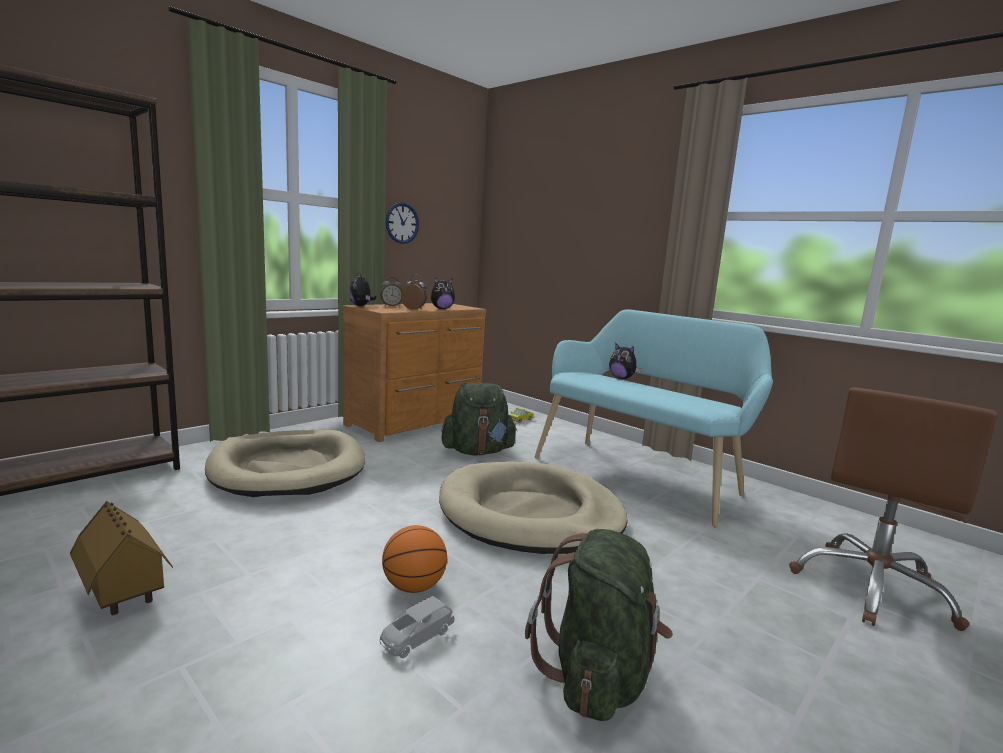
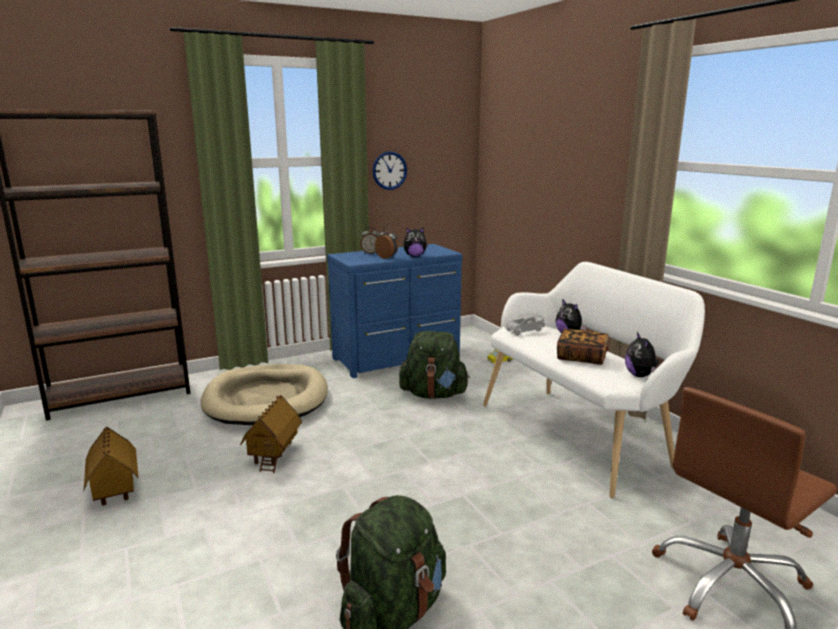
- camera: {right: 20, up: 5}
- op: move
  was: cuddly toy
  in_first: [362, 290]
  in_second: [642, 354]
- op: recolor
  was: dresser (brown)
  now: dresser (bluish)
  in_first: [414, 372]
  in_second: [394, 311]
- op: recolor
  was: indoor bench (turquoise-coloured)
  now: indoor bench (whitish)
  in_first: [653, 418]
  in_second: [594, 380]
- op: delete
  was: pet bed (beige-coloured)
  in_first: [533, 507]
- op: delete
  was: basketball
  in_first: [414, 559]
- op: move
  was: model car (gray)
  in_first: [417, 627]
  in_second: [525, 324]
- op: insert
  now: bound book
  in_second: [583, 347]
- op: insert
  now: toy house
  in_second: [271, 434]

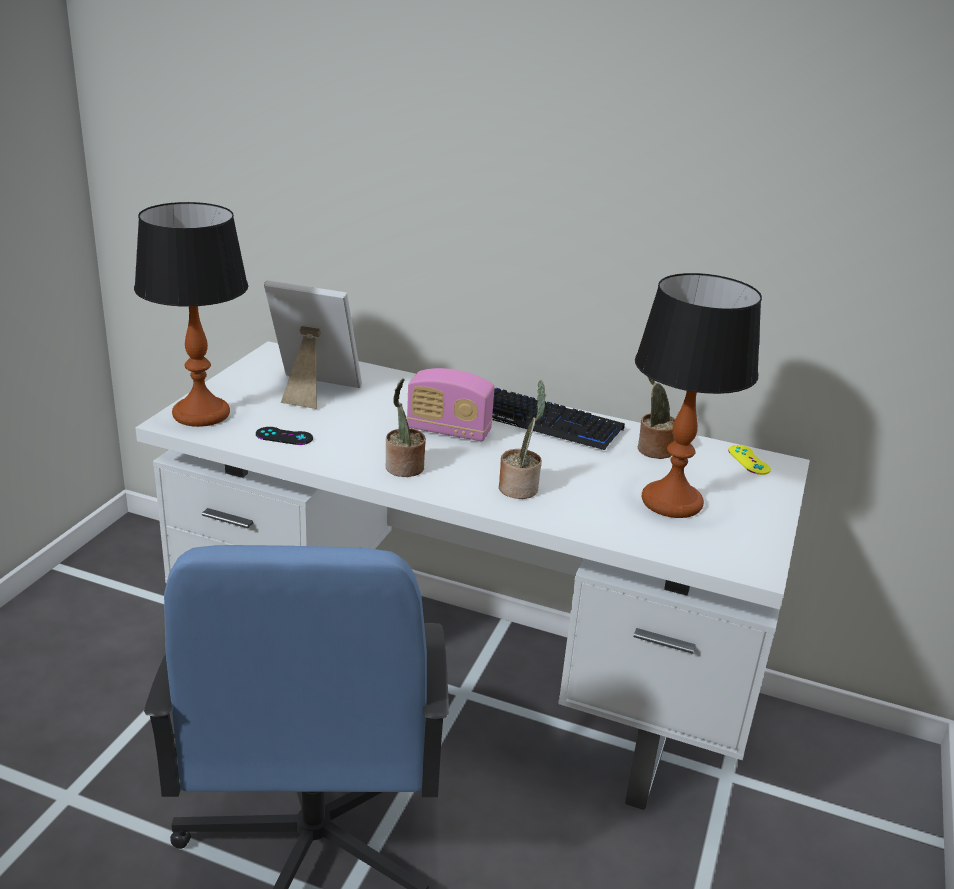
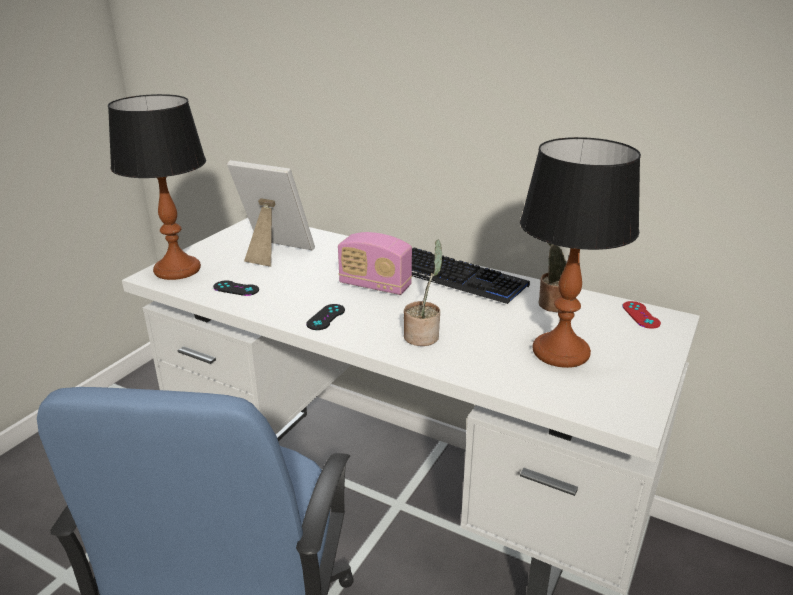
- camera: {right: 10, up: 0}
- op: replace
  was: plant in a pot
  now: gamepad (black-coloured)
  in_first: [406, 427]
  in_second: [325, 317]
- op: recolor
  was: gamepad (yellow)
  now: gamepad (reddish)
  in_first: [749, 460]
  in_second: [642, 315]

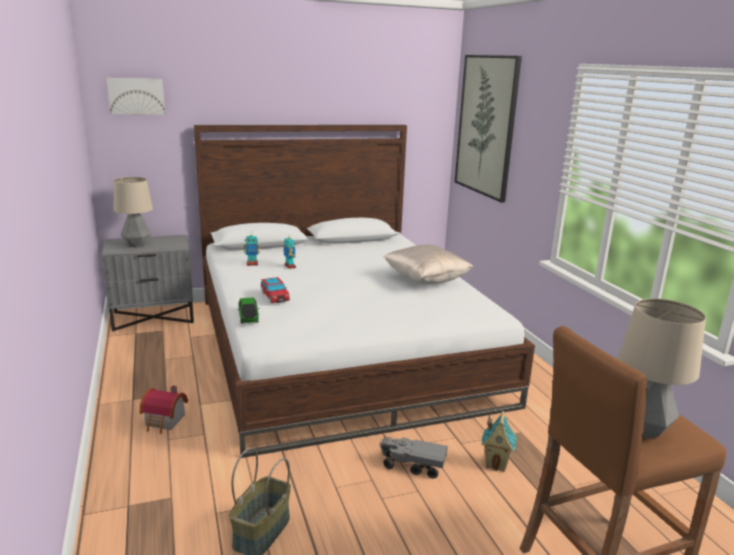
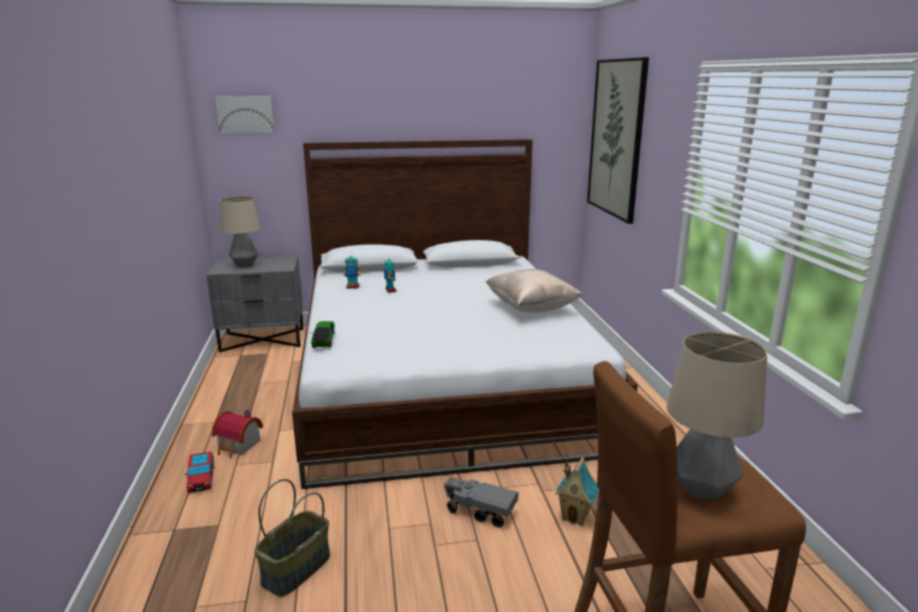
- camera: {right: 10, up: 0}
- op: move
  was: model car
  in_first: [275, 290]
  in_second: [200, 472]

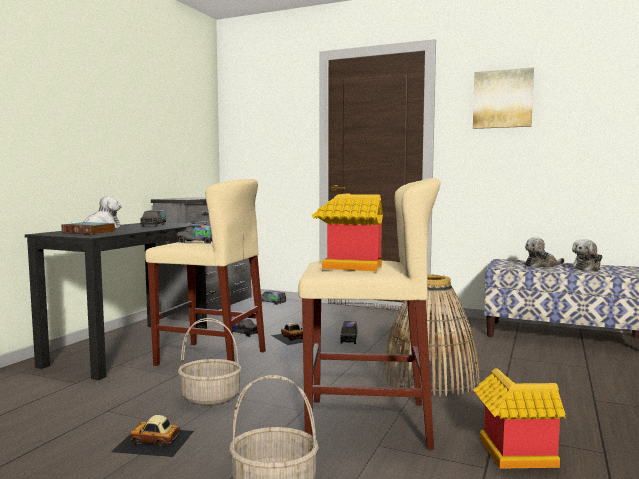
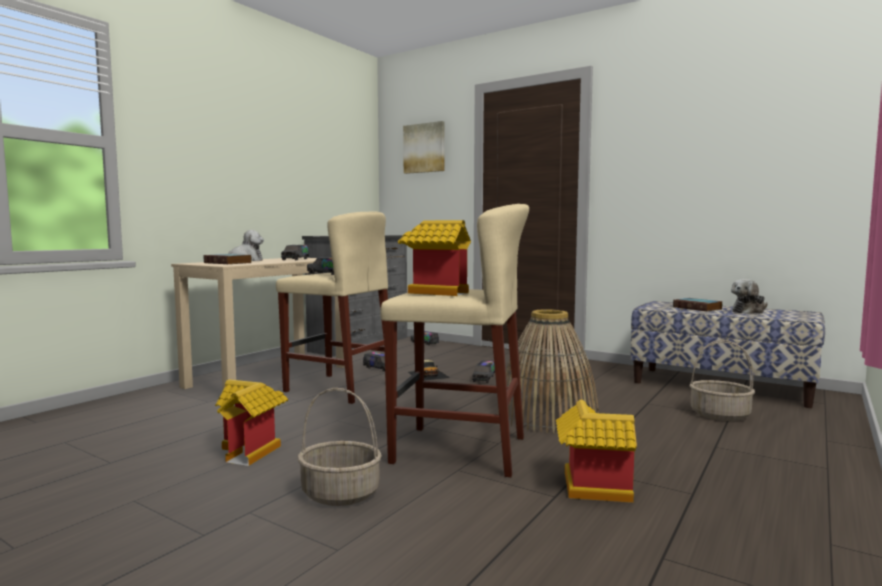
- camera: {right: 10, up: 0}
- op: move
  was: wall picture
  in_first: [503, 98]
  in_second: [424, 147]
- op: recolor
  was: desk table (black-coloured)
  now: desk table (beige-coloured)
  in_first: [116, 301]
  in_second: [258, 324]
- op: replace
  was: cuddly toy
  now: bound book
  in_first: [544, 252]
  in_second: [698, 304]
- op: move
  was: storage basket
  in_first: [210, 362]
  in_second: [722, 380]
- op: replace
  was: model car
  now: toy house
  in_first: [152, 436]
  in_second: [251, 423]

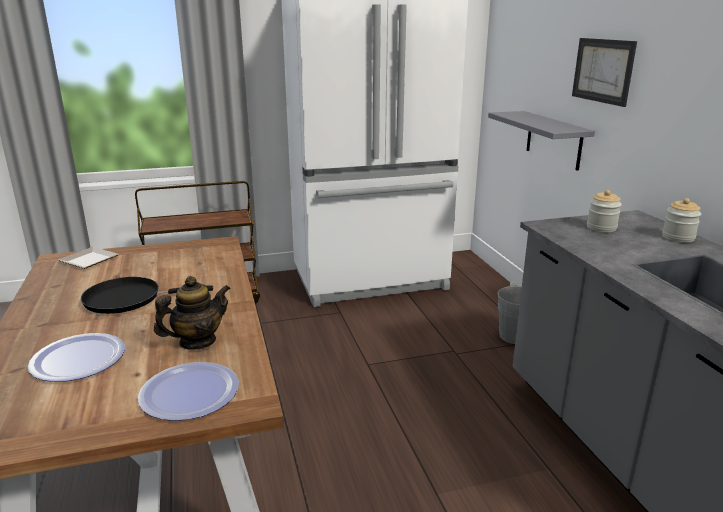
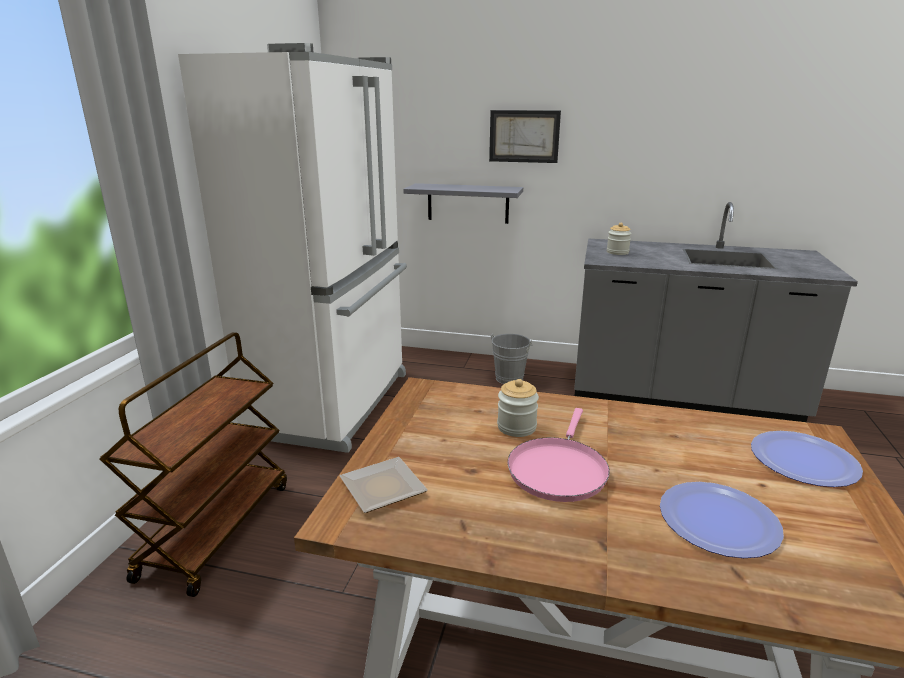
- camera: {right: -60, up: 0}
- op: move
  was: storage jar
  in_first: [681, 220]
  in_second: [518, 408]
- op: delete
  was: tea pot
  in_first: [192, 313]
- op: recolor
  was: frying pan (black-coloured)
  now: frying pan (pink-coloured)
  in_first: [147, 295]
  in_second: [559, 455]

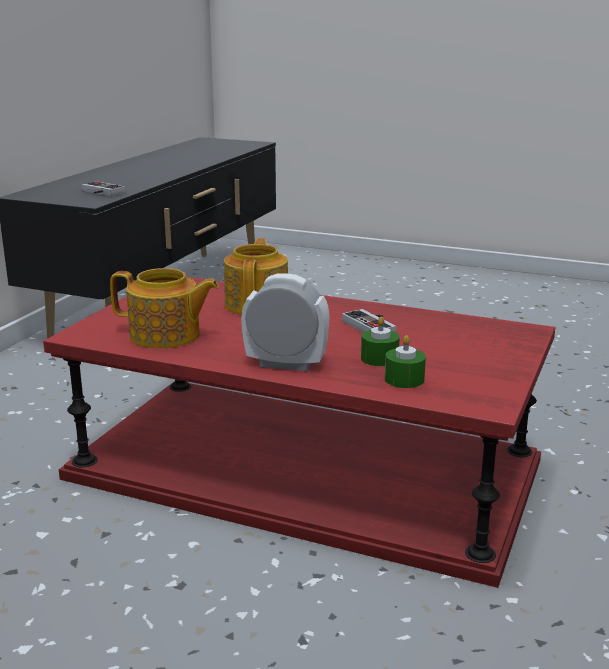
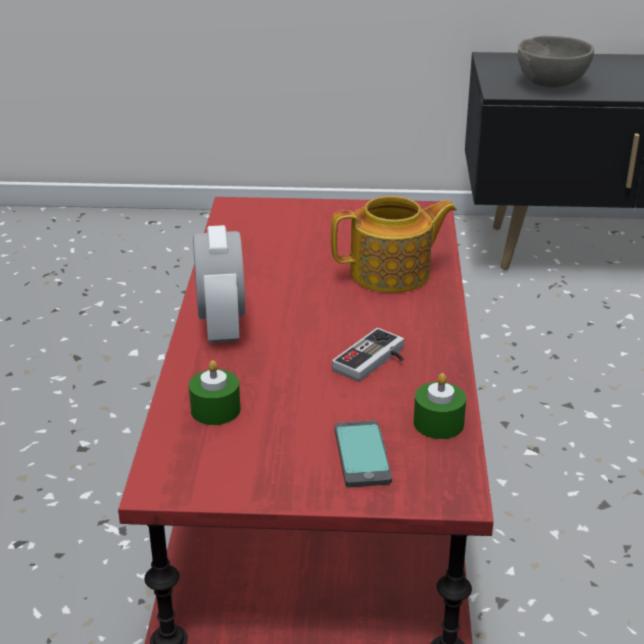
- camera: {right: 70, up: 10}
- op: replace
  was: gamepad
  now: serving bowl (gray)
  in_first: [103, 188]
  in_second: [556, 61]
- op: delete
  was: tea pot
  in_first: [164, 308]
- op: move
  was: wax light (green-coloured)
  in_first: [380, 341]
  in_second: [440, 406]
- op: insert
  now: telephone
  in_second: [363, 453]

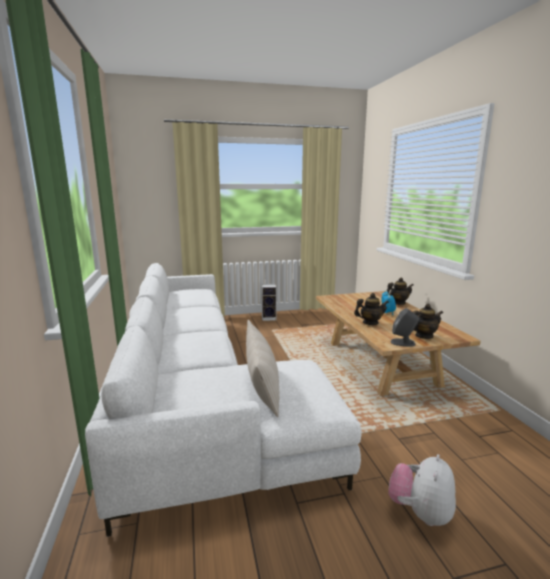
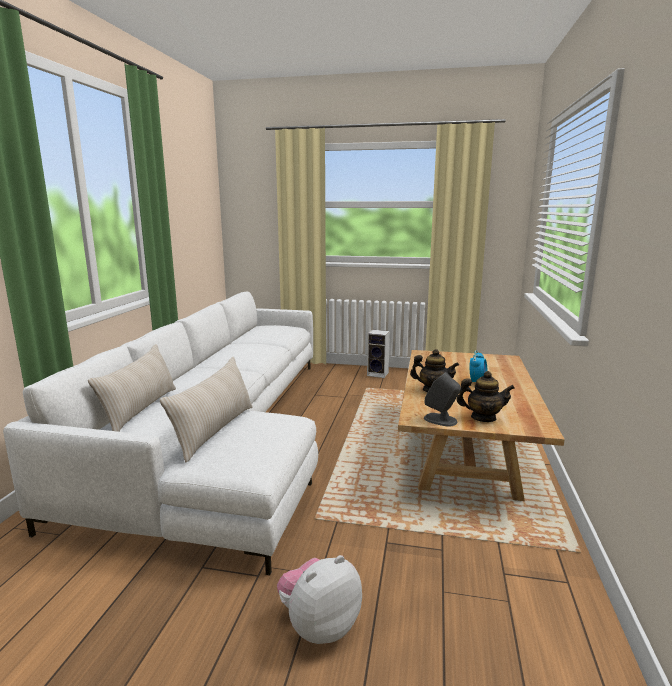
- camera: {right: 25, up: 0}
- op: delete
  was: tea pot
  in_first: [400, 291]
- op: insert
  now: pillow (beige-coloured)
  in_second: [132, 388]

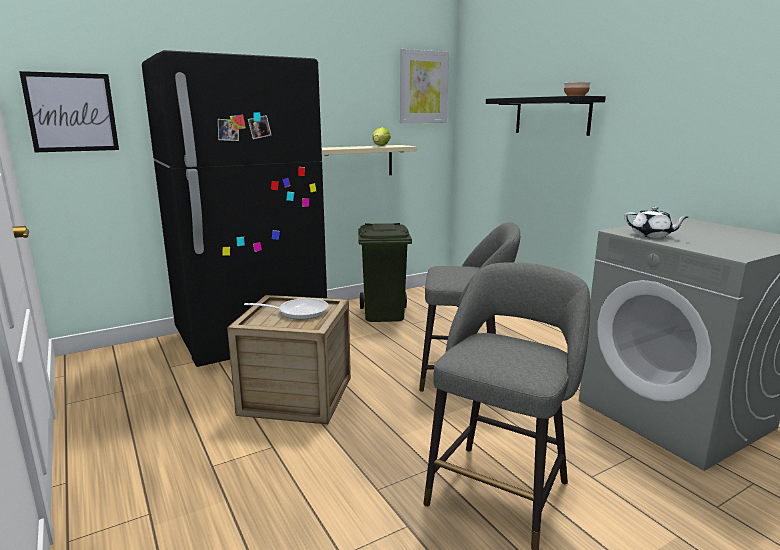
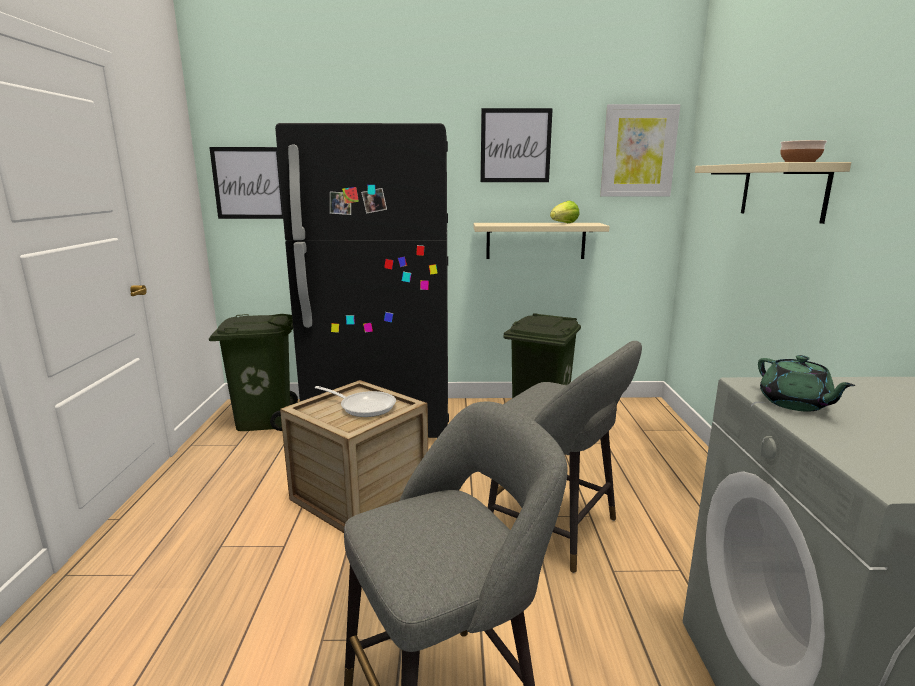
- camera: {right: 30, up: 0}
- op: recolor
  was: wall shelf (black-coloured)
  now: wall shelf (beige-coloured)
  in_first: [546, 116]
  in_second: [773, 193]
- op: recolor
  was: tea pot (whitish)
  now: tea pot (green-coloured)
  in_first: [656, 222]
  in_second: [807, 383]
- op: insert
  now: wall picture
  in_second: [516, 145]
- op: insert
  now: rubbish bin (green-coloured)
  in_second: [253, 372]

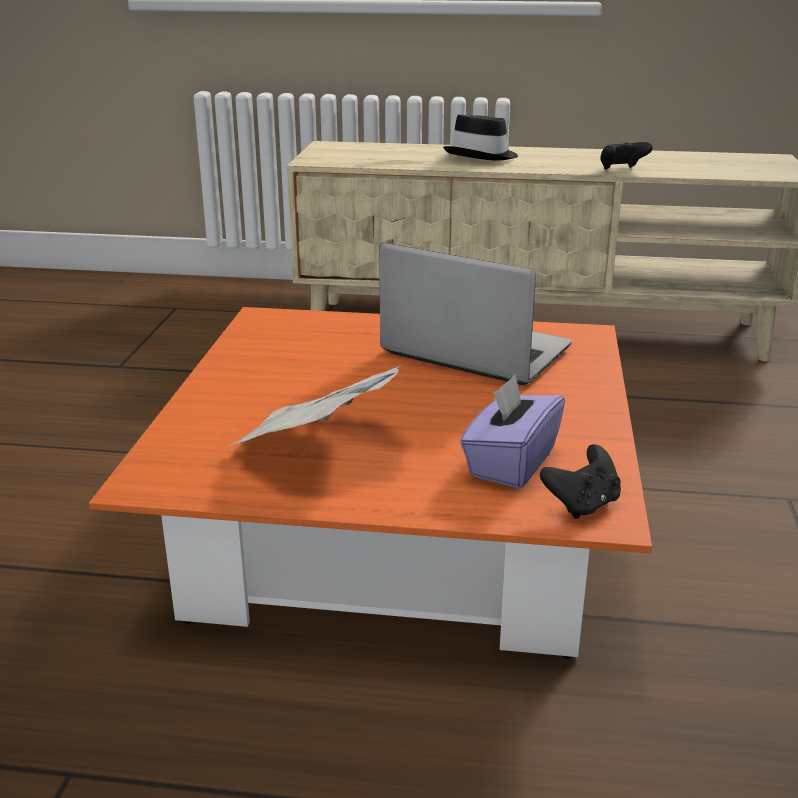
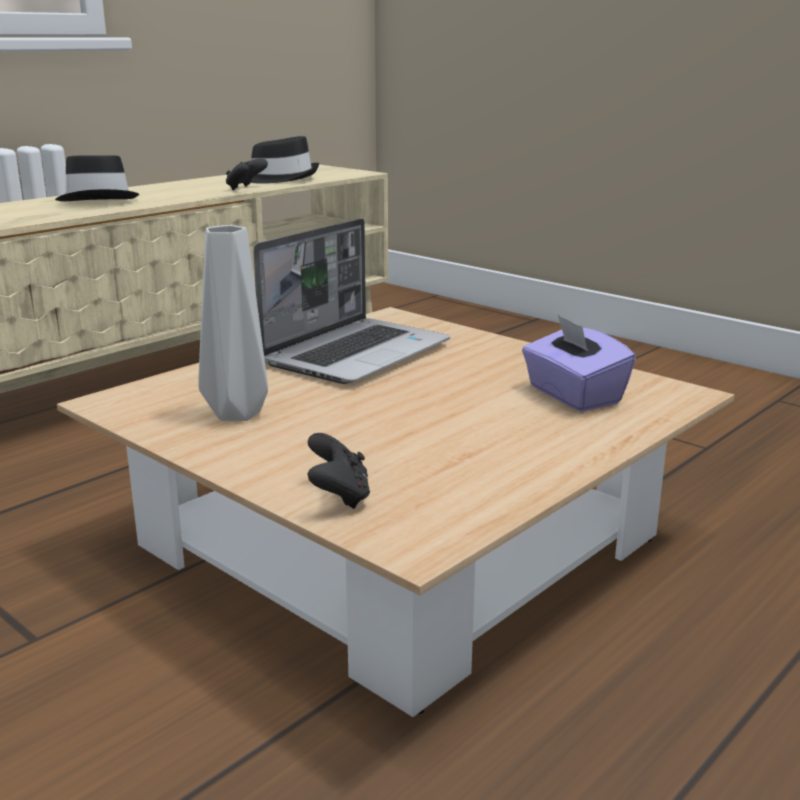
- camera: {right: -55, up: -5}
- op: rotate
  was: laptop
  in_first: [475, 314]
  in_second: [351, 301]
  clockwise: 150
- op: recolor
  was: lounge table (orangey)
  now: lounge table (beige-coloured)
  in_first: [370, 483]
  in_second: [395, 512]
- op: delete
  was: printed paper
  in_first: [317, 405]
- op: move
  was: gamepad (black-coloured)
  in_first: [580, 481]
  in_second: [338, 471]
- op: insert
  now: wearable hat (black-coloured)
  in_second: [285, 160]
- op: insert
  now: flower vase (gray)
  in_second: [233, 323]

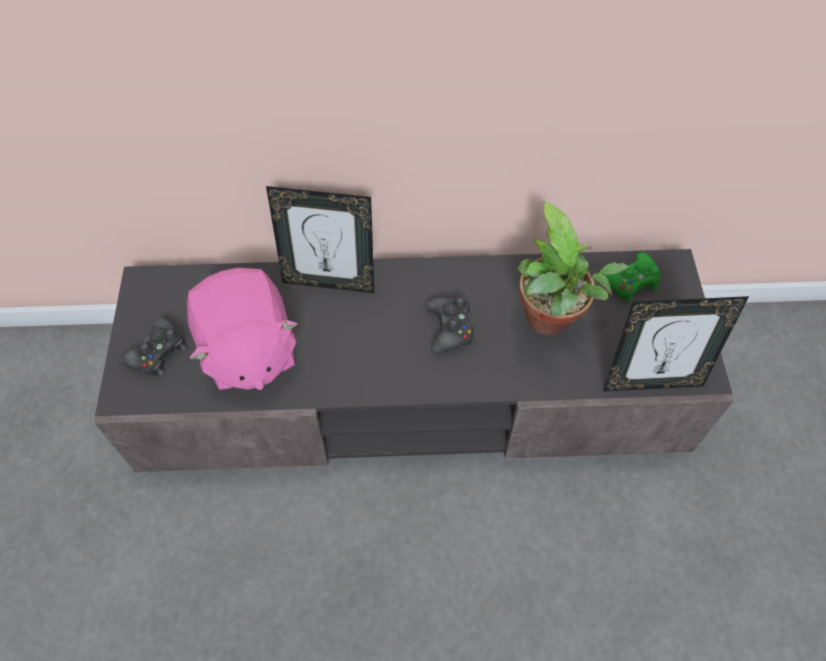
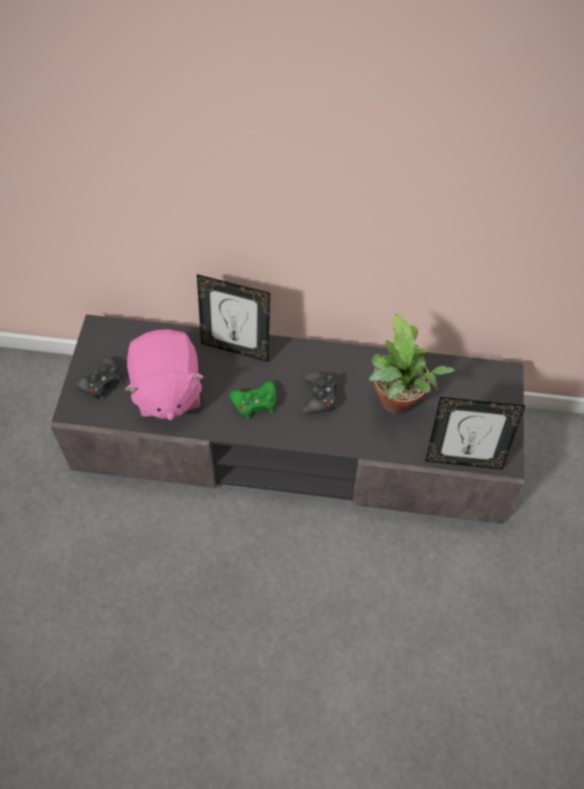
- camera: {right: 10, up: 0}
- op: move
  was: gamepad (green-coloured)
  in_first: [629, 277]
  in_second: [252, 400]

